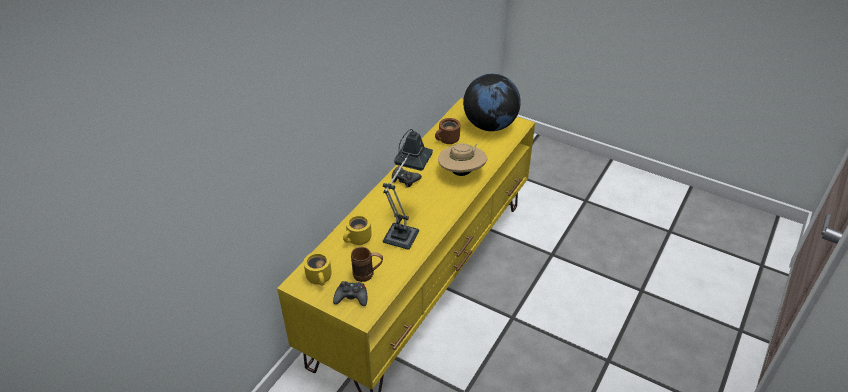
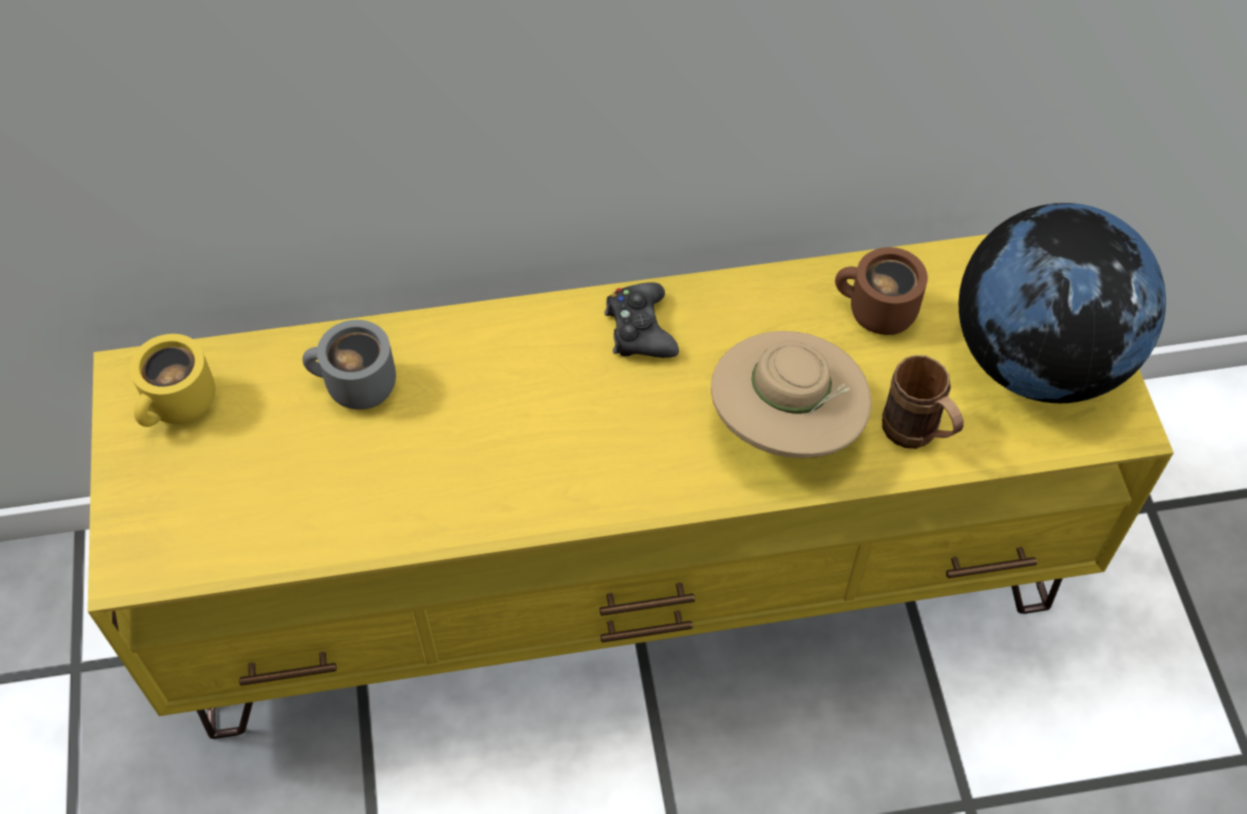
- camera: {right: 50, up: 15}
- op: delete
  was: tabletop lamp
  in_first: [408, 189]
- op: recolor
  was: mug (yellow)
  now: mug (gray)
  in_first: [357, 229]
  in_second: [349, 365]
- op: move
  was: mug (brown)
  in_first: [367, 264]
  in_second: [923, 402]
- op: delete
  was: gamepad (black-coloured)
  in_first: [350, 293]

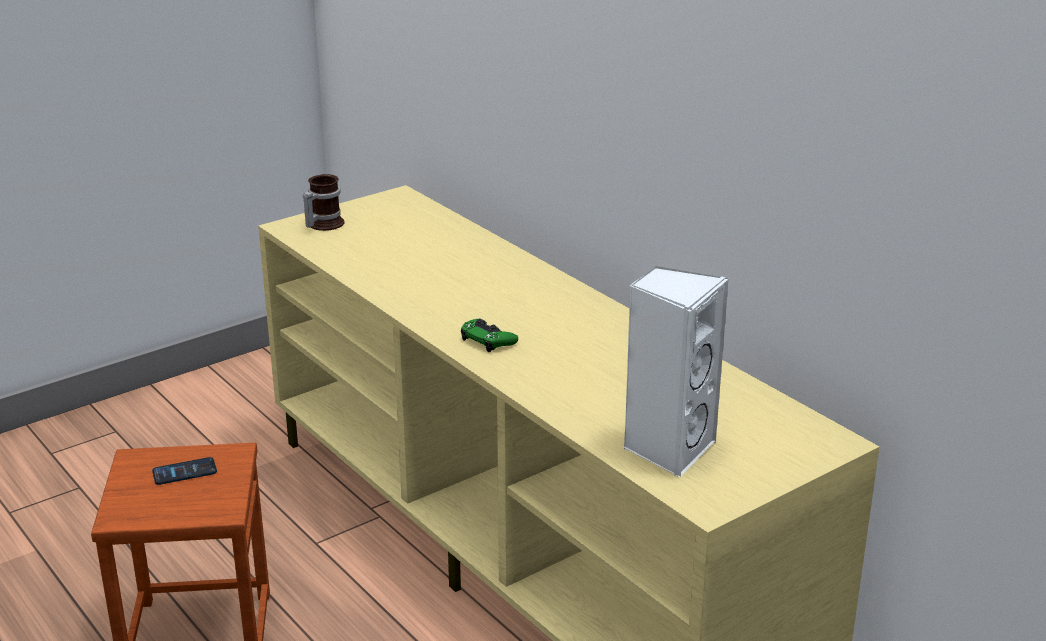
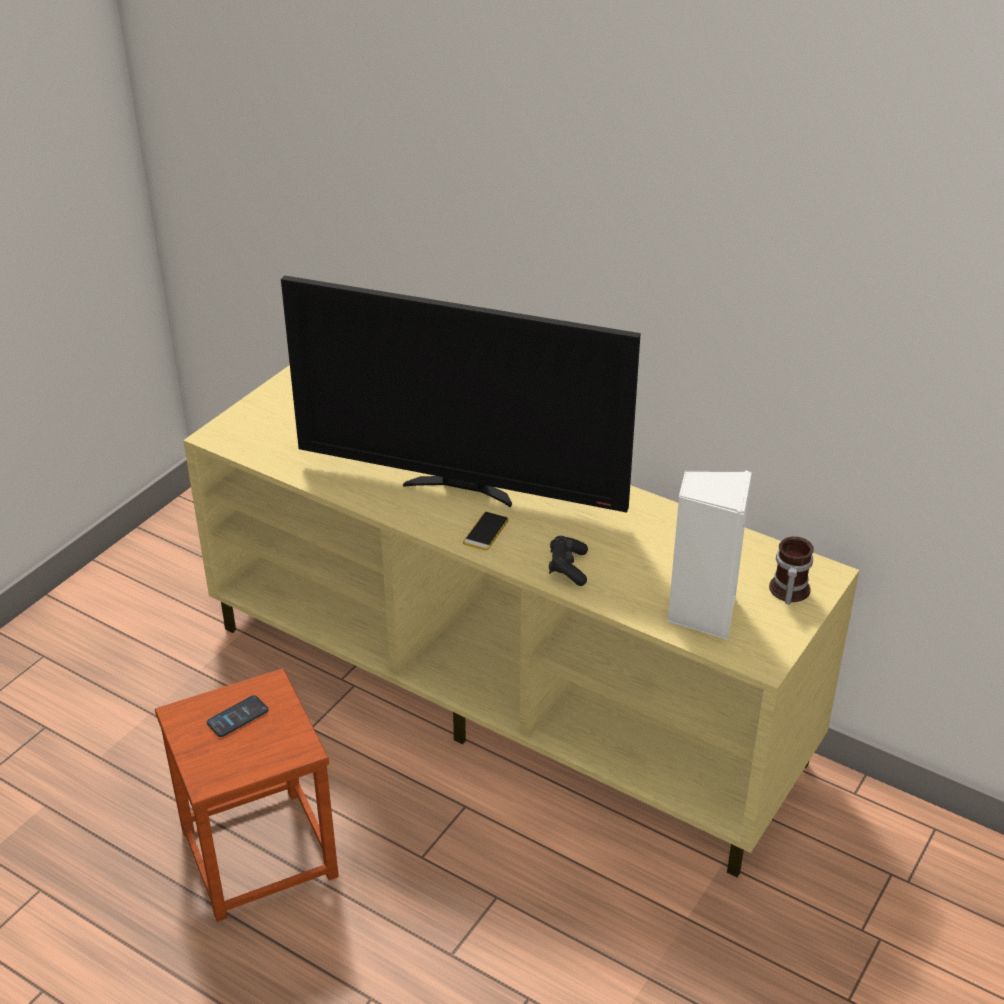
- camera: {right: -20, up: 10}
- op: move
  was: mug
  in_first: [323, 202]
  in_second: [791, 570]
- op: replace
  was: gamepad (green-coloured)
  now: telephone
  in_first: [489, 335]
  in_second: [486, 531]
- op: insert
  now: TV
  in_second: [461, 394]
- op: insert
  now: gamepad (black-coloured)
  in_second: [568, 561]

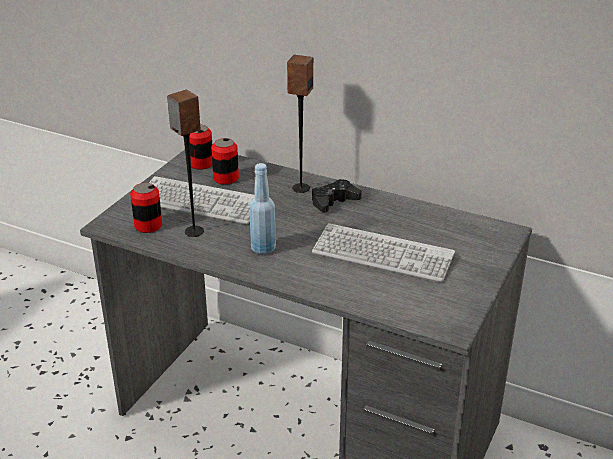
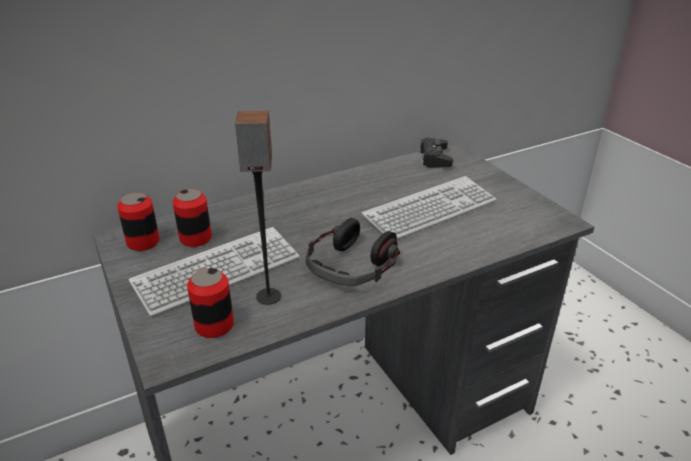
- camera: {right: -55, up: 0}
- op: delete
  was: speaker
  in_first: [300, 124]
- op: replace
  was: beverage bottle (bluish)
  now: headset
  in_first: [263, 208]
  in_second: [352, 252]
- op: move
  was: gamepad (black-coloured)
  in_first: [337, 195]
  in_second: [435, 152]

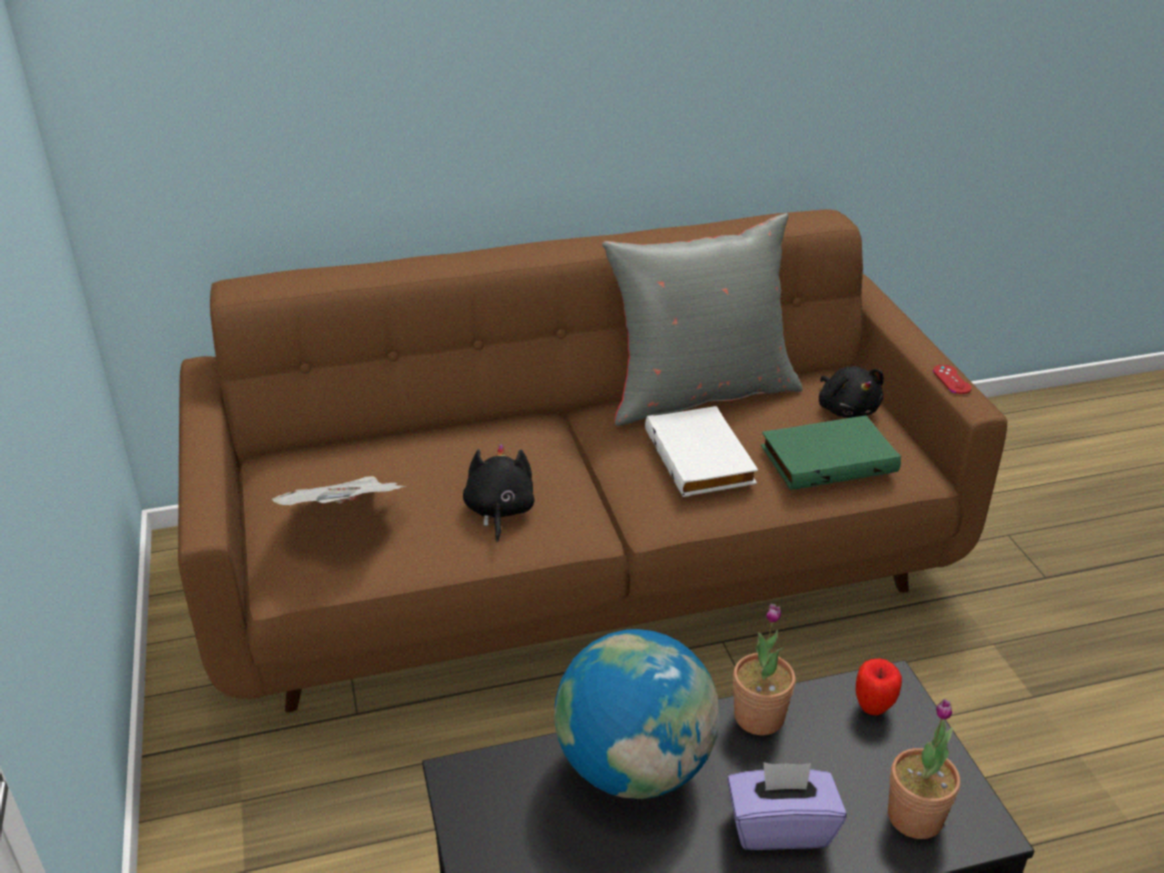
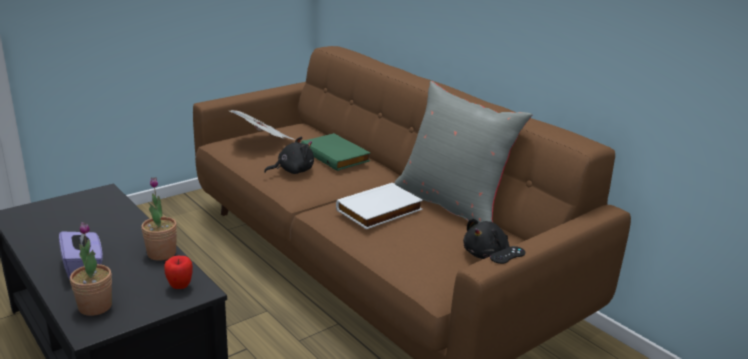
- camera: {right: 65, up: -10}
- op: recolor
  was: gamepad (reddish)
  now: gamepad (black-coloured)
  in_first: [952, 379]
  in_second: [507, 255]
- op: move
  was: bound book (green-coloured)
  in_first: [831, 452]
  in_second: [335, 152]
- op: delete
  was: world globe
  in_first: [637, 714]

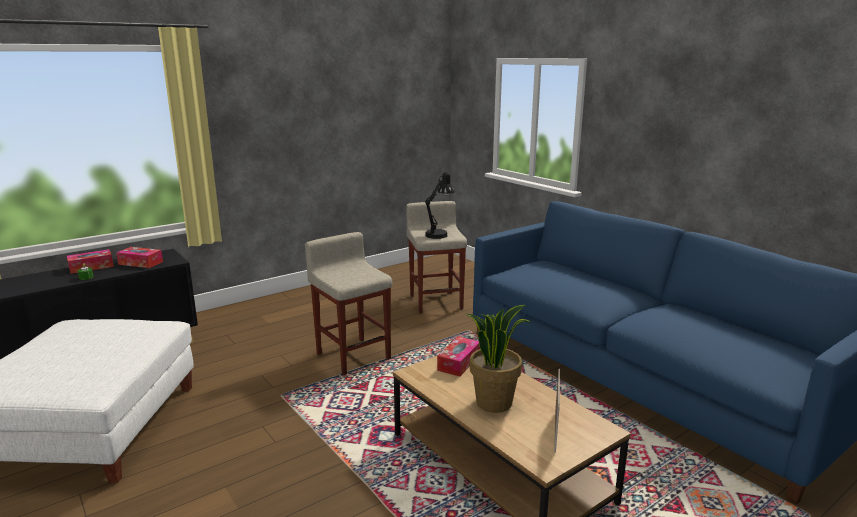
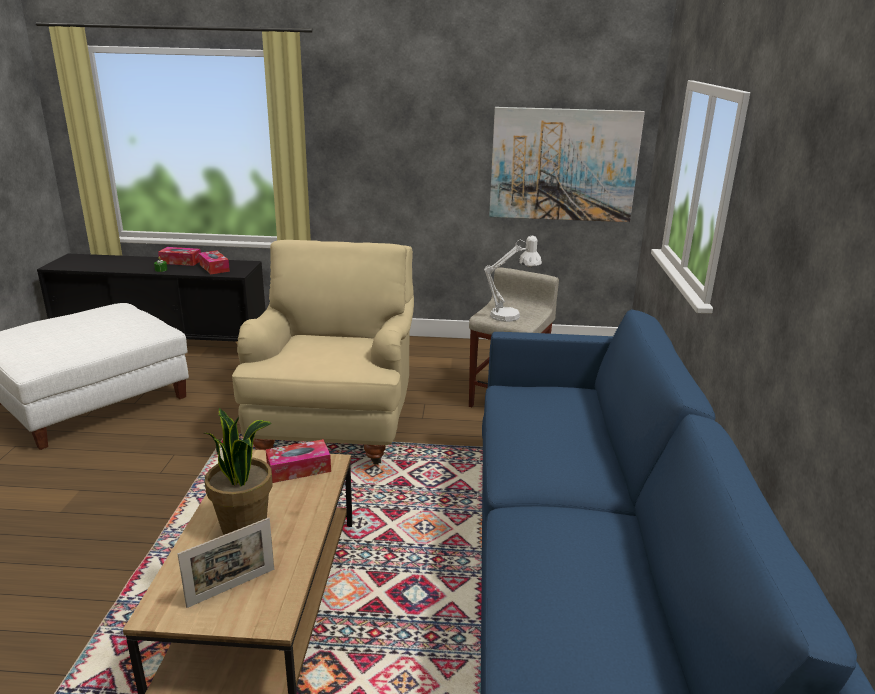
- camera: {right: 40, up: 5}
- op: recolor
  was: tabletop lamp (black-coloured)
  now: tabletop lamp (whitish)
  in_first: [440, 205]
  in_second: [513, 279]
- op: replace
  was: stool (beige-coloured)
  now: armchair (beige-coloured)
  in_first: [349, 303]
  in_second: [323, 352]
- op: insert
  now: wall picture
  in_second: [567, 164]

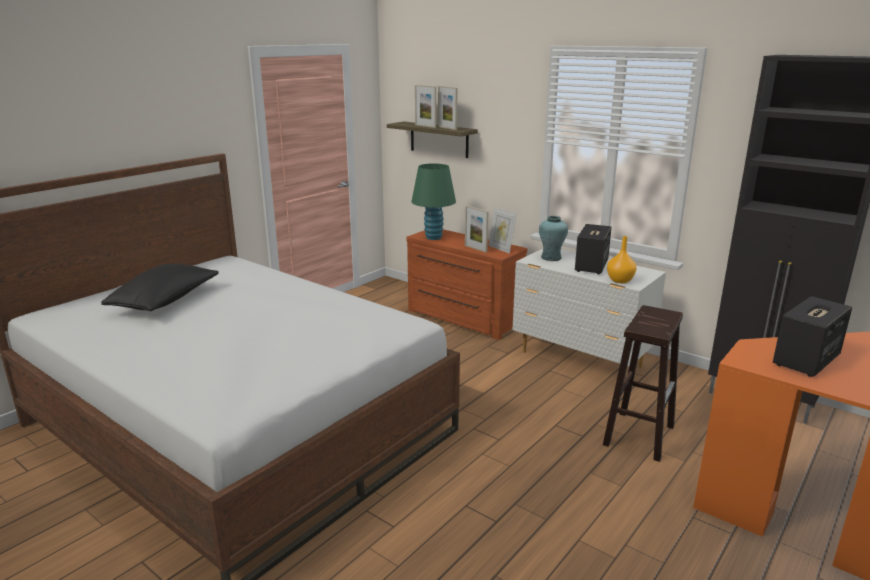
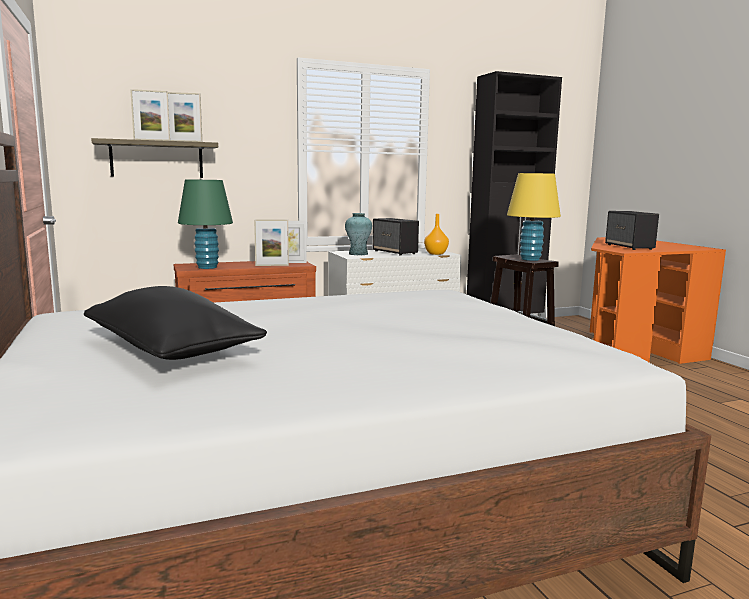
- camera: {right: -60, up: -10}
- op: insert
  now: tabletop lamp (yellow)
  in_second: [534, 217]

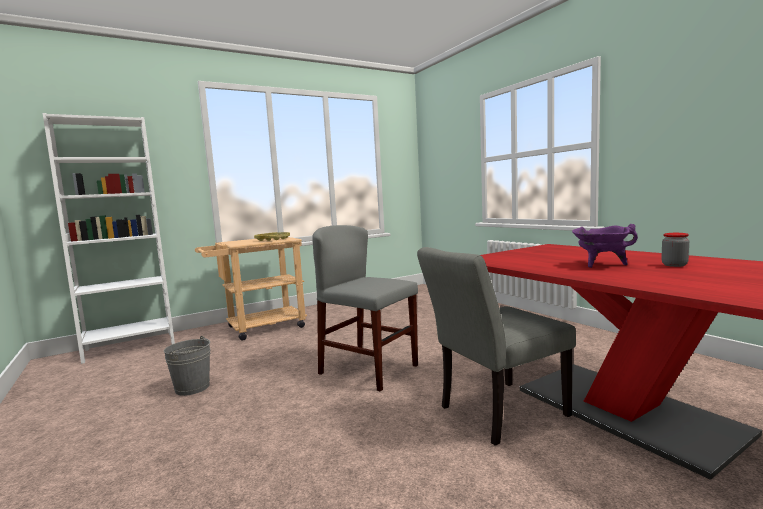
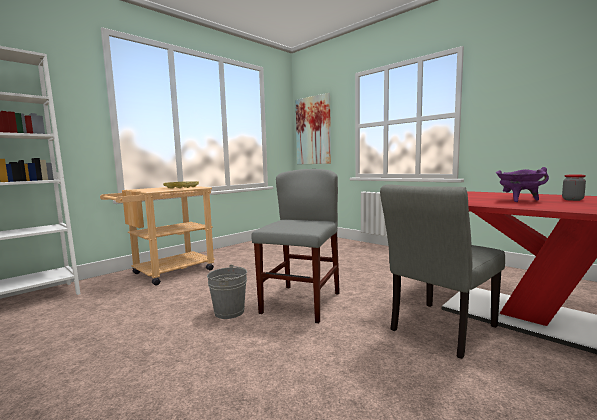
- camera: {right: -15, up: 0}
- op: rotate
  was: upright chair (gray)
  in_first: [365, 308]
  in_second: [295, 246]
  clockwise: 90
- op: move
  was: pail (gray)
  in_first: [187, 366]
  in_second: [227, 291]
- op: insert
  now: wall picture
  in_second: [313, 128]

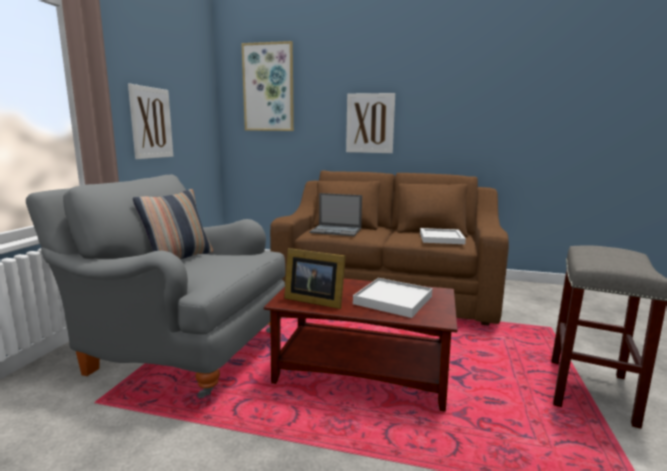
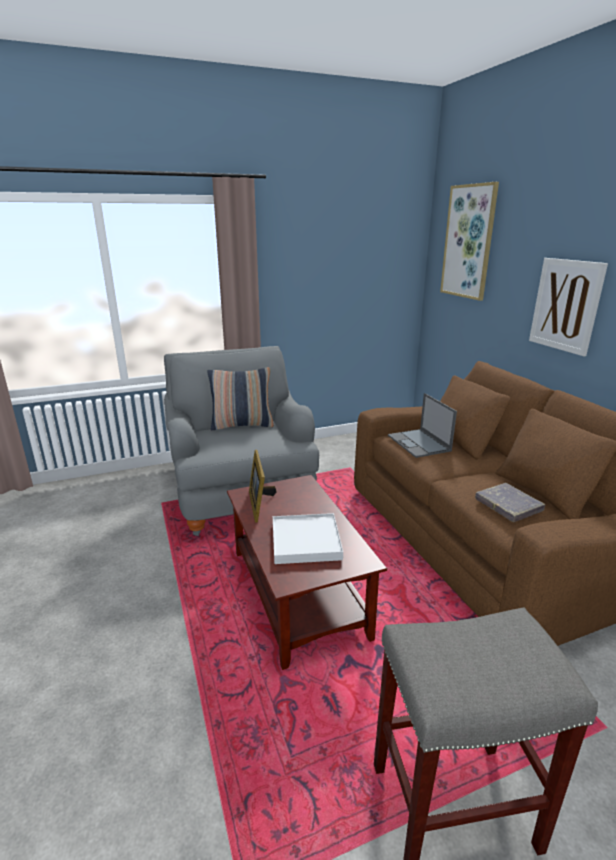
- camera: {right: 55, up: 10}
- op: delete
  was: wall picture
  in_first: [150, 121]
- op: replace
  was: serving tray (whitish)
  now: bound book (gray)
  in_first: [443, 236]
  in_second: [510, 502]

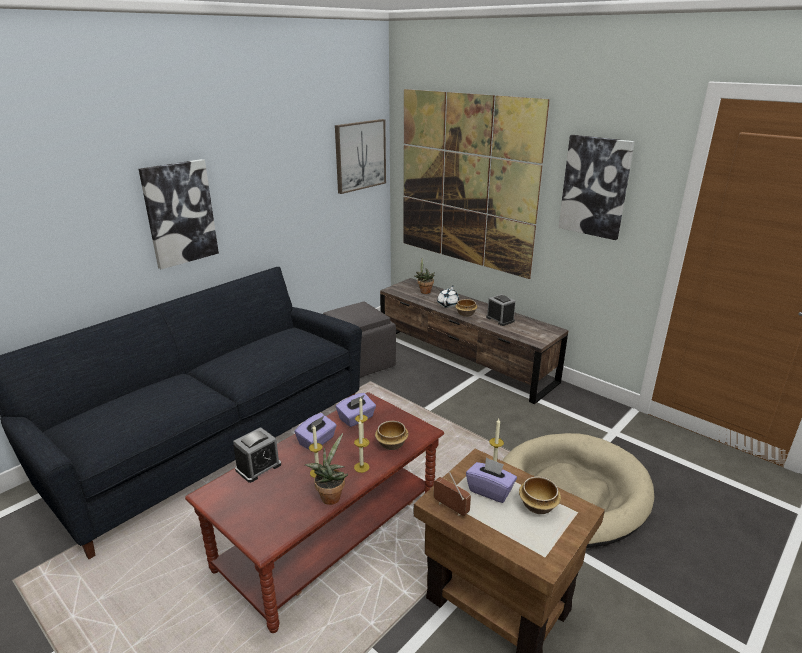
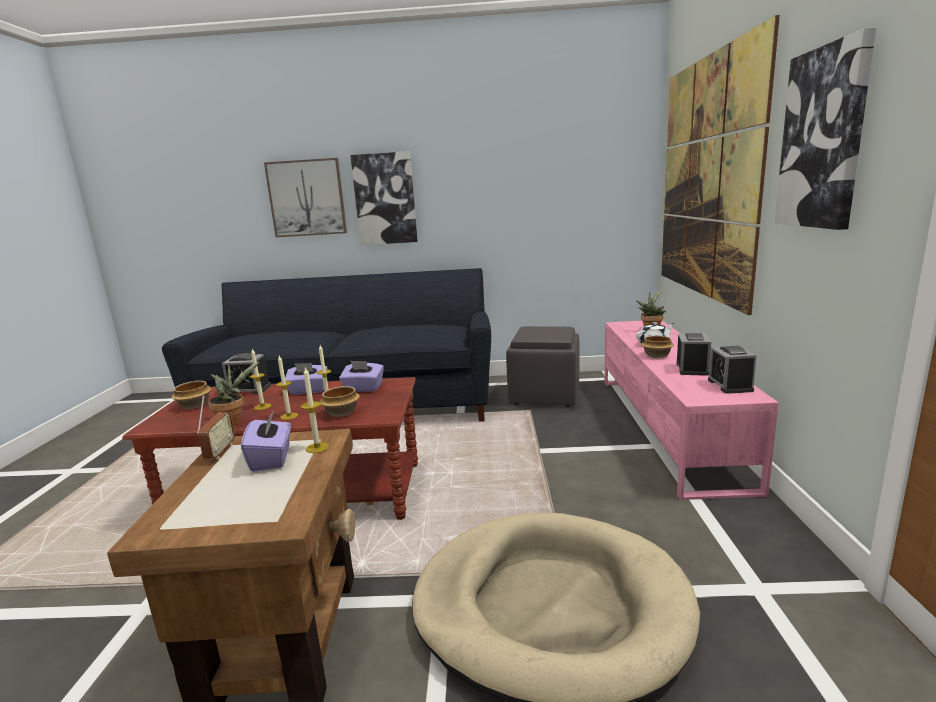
- camera: {right: 50, up: -10}
- op: move
  was: wall picture
  in_first: [360, 156]
  in_second: [305, 197]
- op: recolor
  was: tv unit (brown)
  now: tv unit (pink-coloured)
  in_first: [474, 341]
  in_second: [691, 410]
- op: move
  was: serving bowl
  in_first: [540, 495]
  in_second: [191, 395]
- op: insert
  now: bedside clock
  in_second: [732, 370]

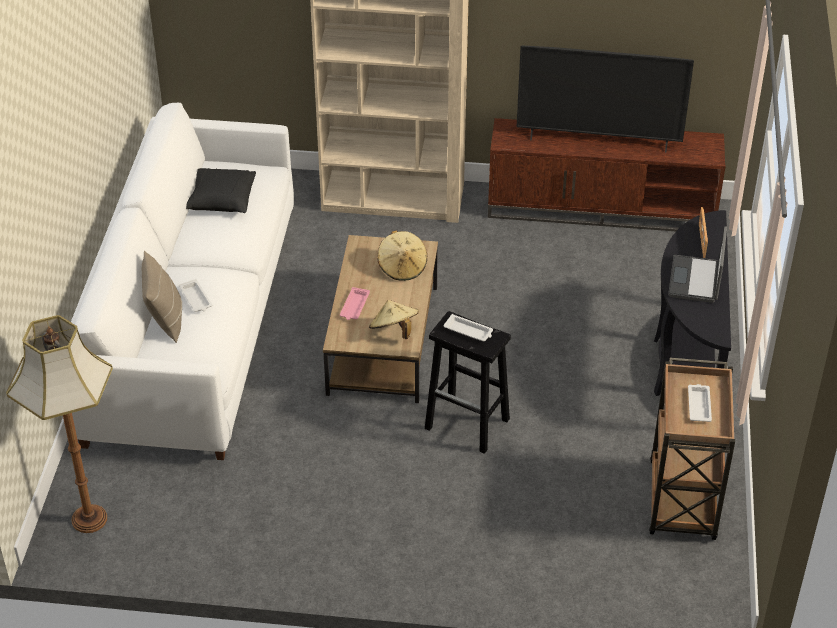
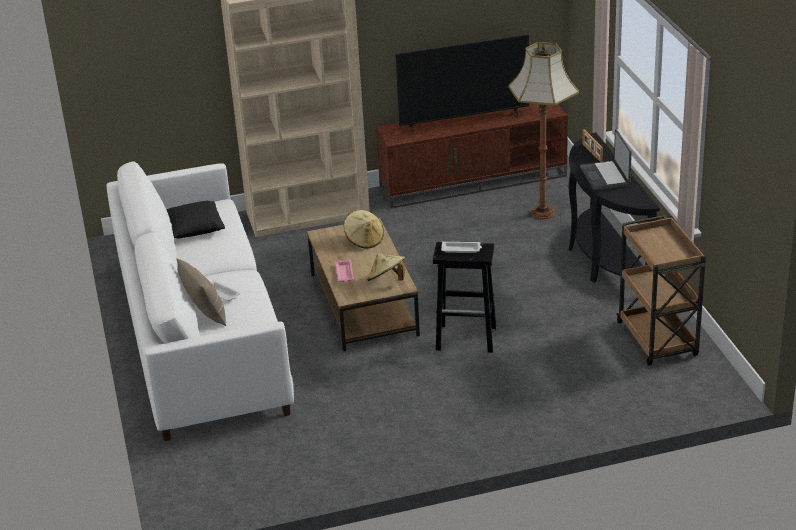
- camera: {right: -20, up: -10}
- op: move
  was: standing lamp
  in_first: [59, 424]
  in_second: [543, 130]
- op: delete
  was: serving tray (whitish)
  in_first: [700, 403]

